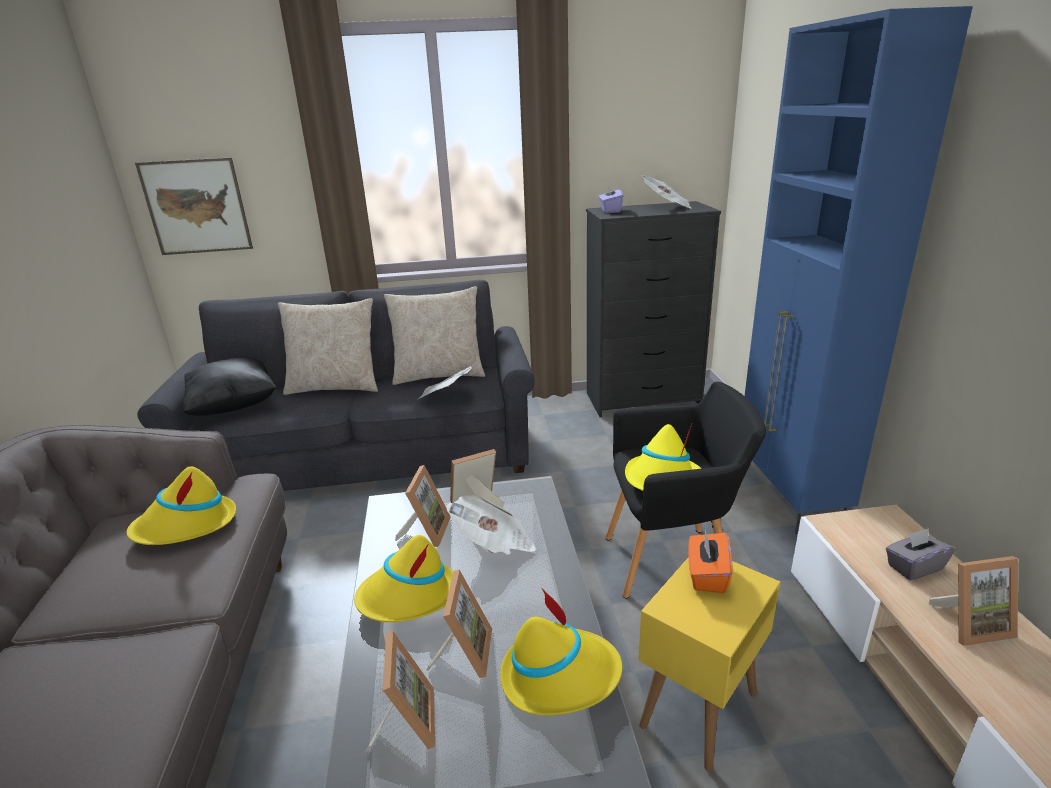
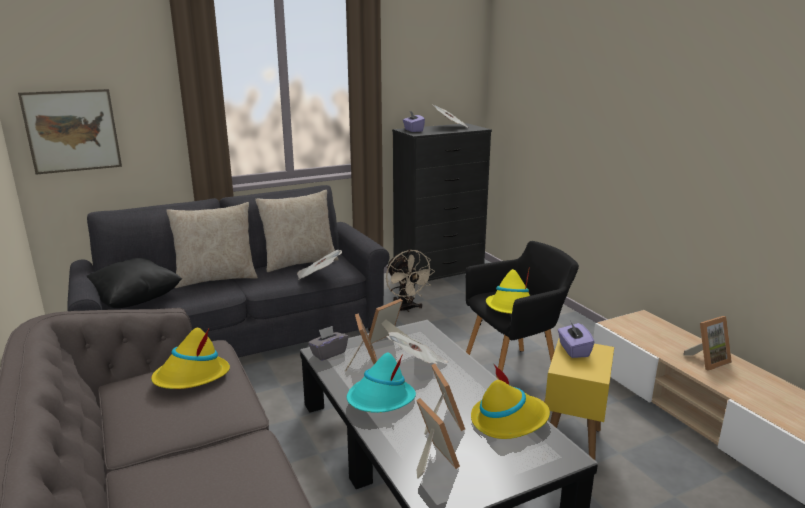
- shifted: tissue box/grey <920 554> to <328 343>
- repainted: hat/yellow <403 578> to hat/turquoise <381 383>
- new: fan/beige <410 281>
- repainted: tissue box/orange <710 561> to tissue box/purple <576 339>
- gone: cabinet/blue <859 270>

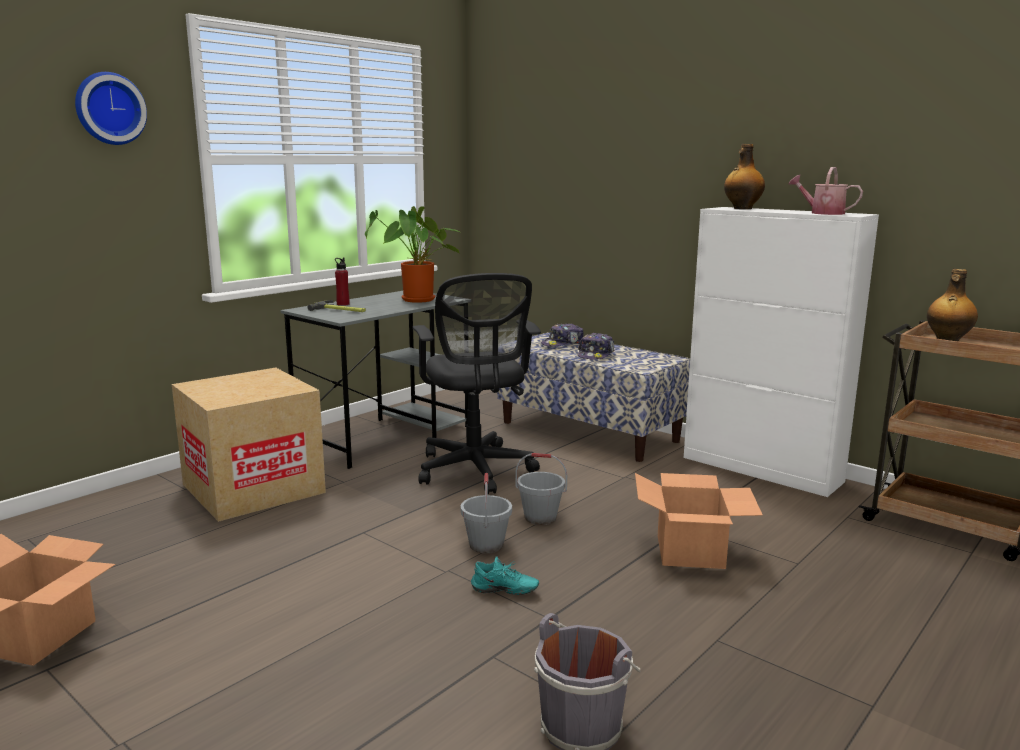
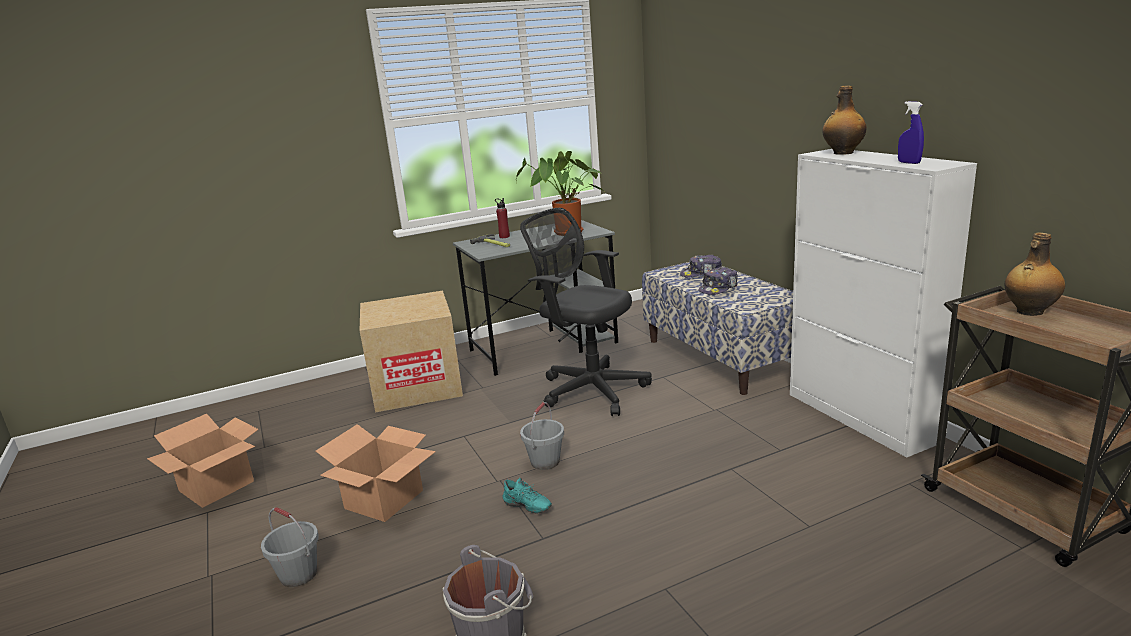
- shifted: bucket/grey <541 489> to <290 547>
- shifted: cardboard box <699 521> to <376 473>
- rotated: office chair/black <477 383> = <586 312> 120 degrees clockwise
- swapped: watering can <826 191> to spray bottle/blue <911 132>
- gone: wall clock <111 108>

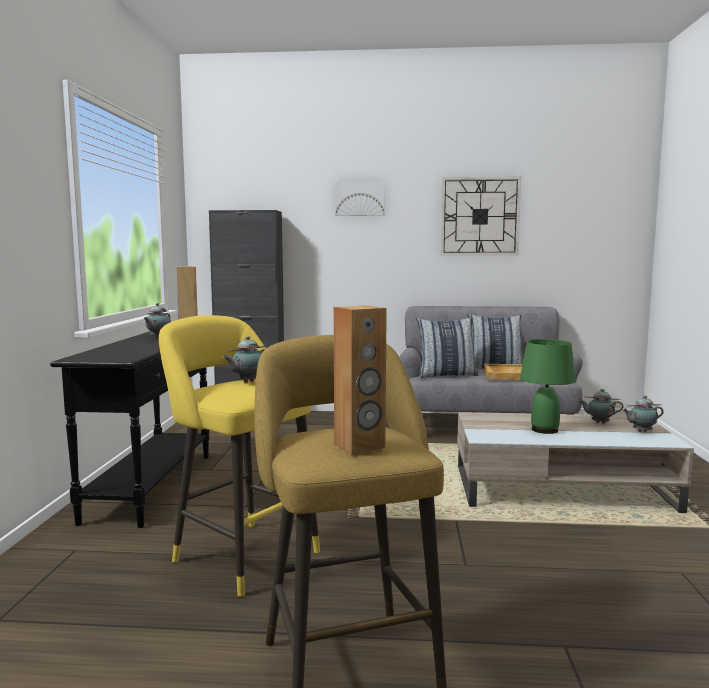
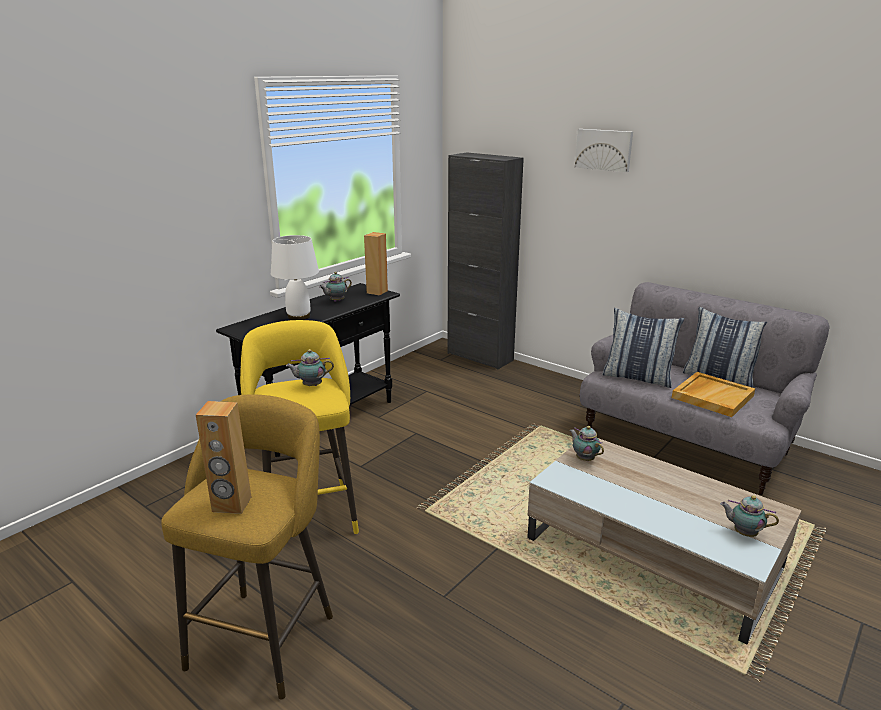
- new: table lamp/white <295 277>
- shifted: teapot <601 406> to <586 443>
- gone: wall clock <481 216>
- gone: table lamp/green <548 386>

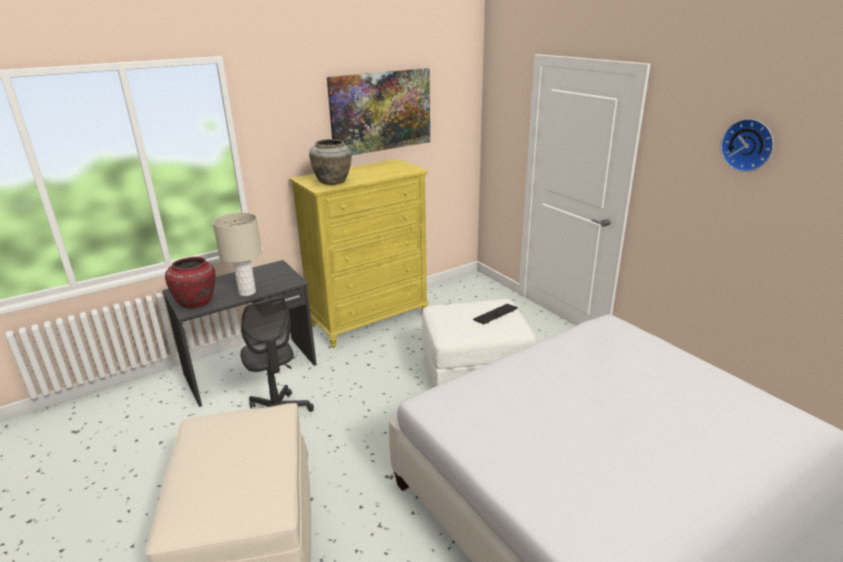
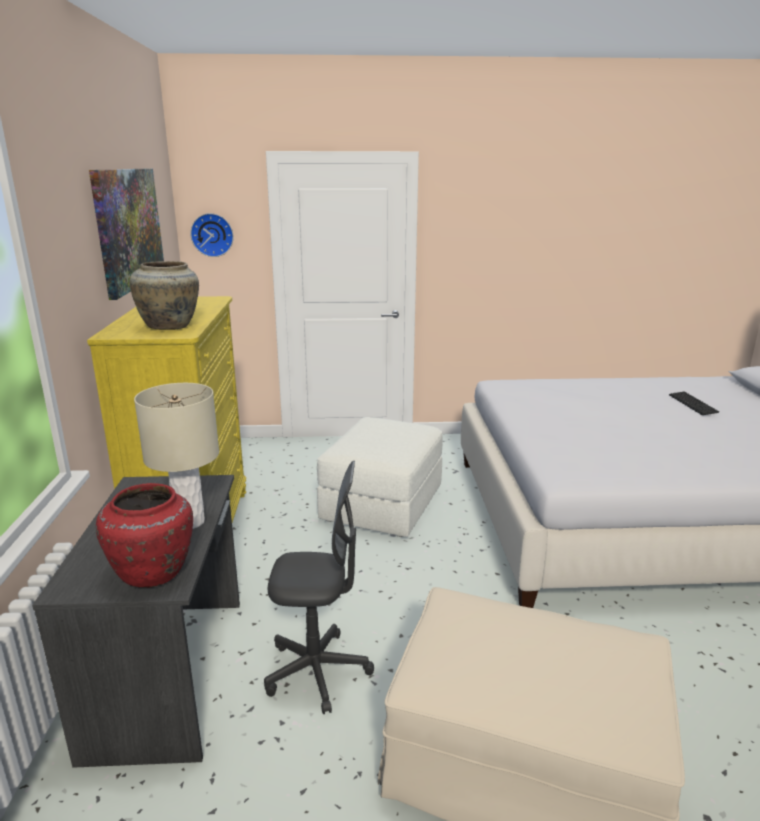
- shifted: wall clock <747 145> to <212 235>
- shifted: keyboard <495 314> to <694 403>

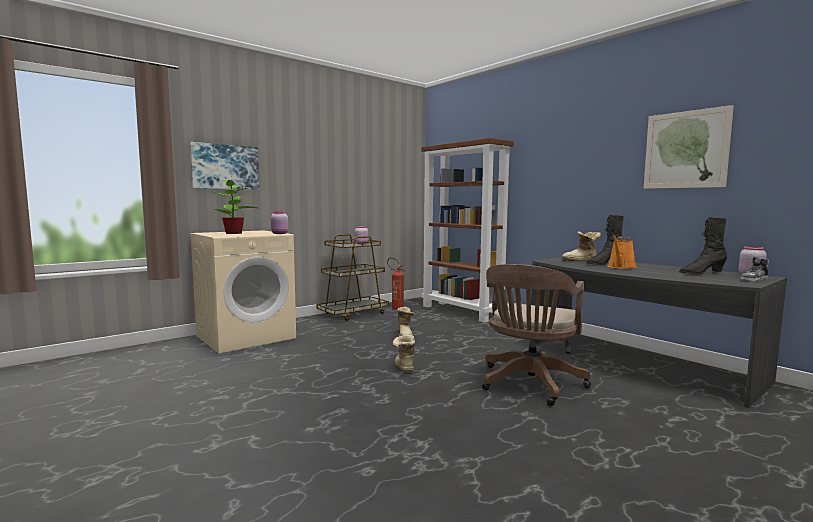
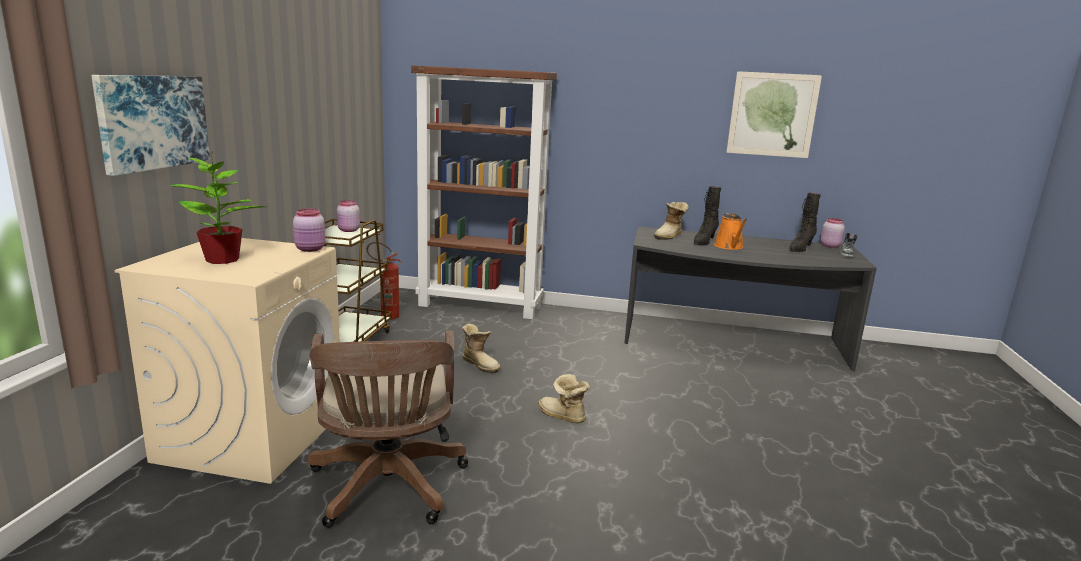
- shifted: office chair/brown <536 335> to <387 429>

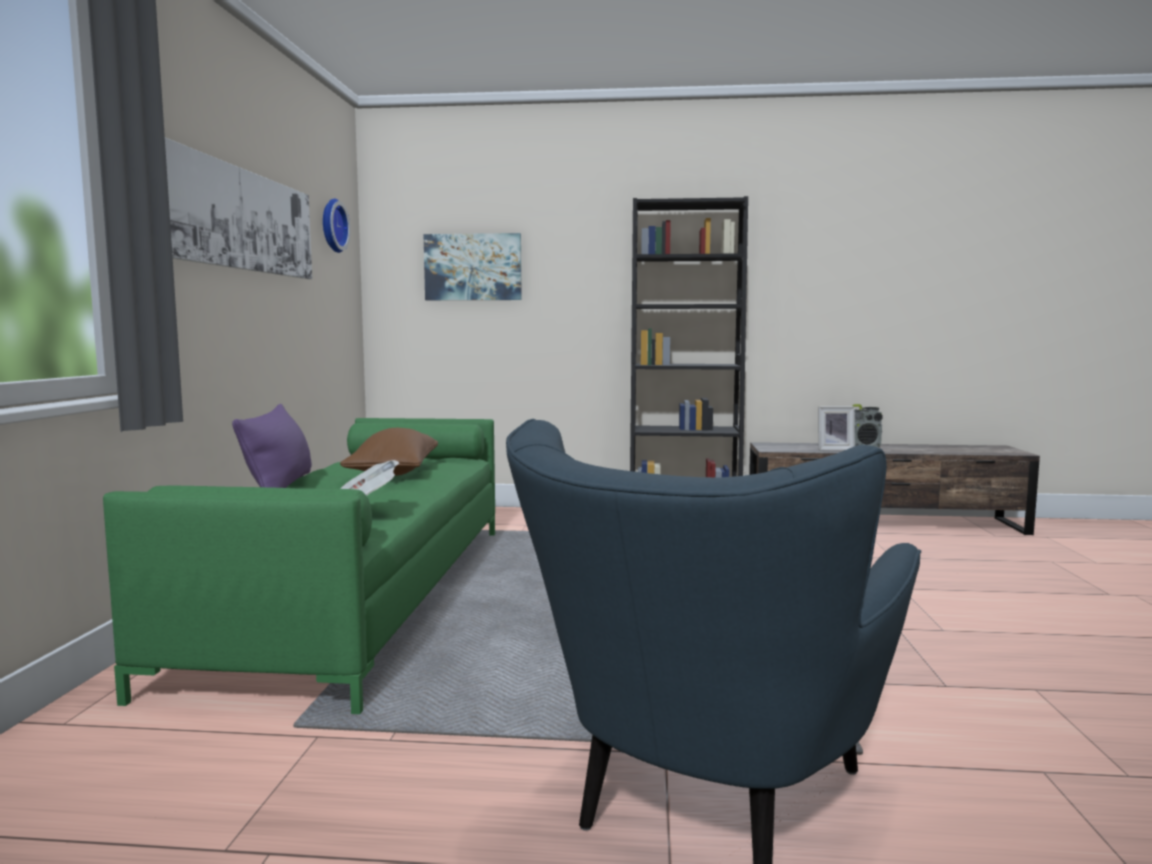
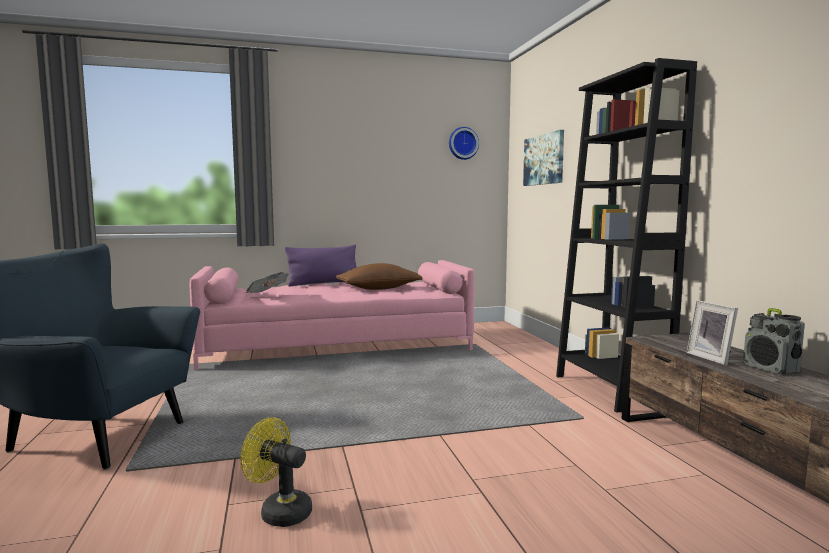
- repainted: sofa/green <299 566> to sofa/pink <332 315>
- new: fan/yellow <276 472>
- gone: picture <238 208>

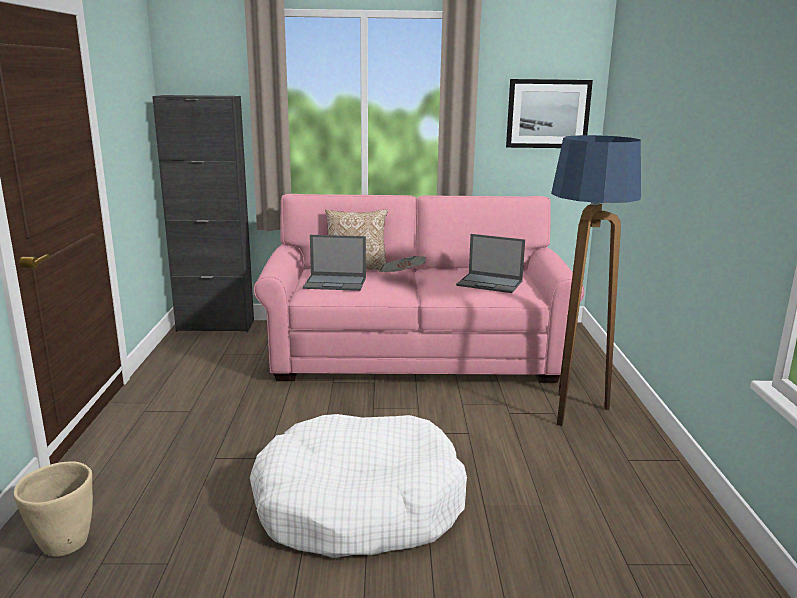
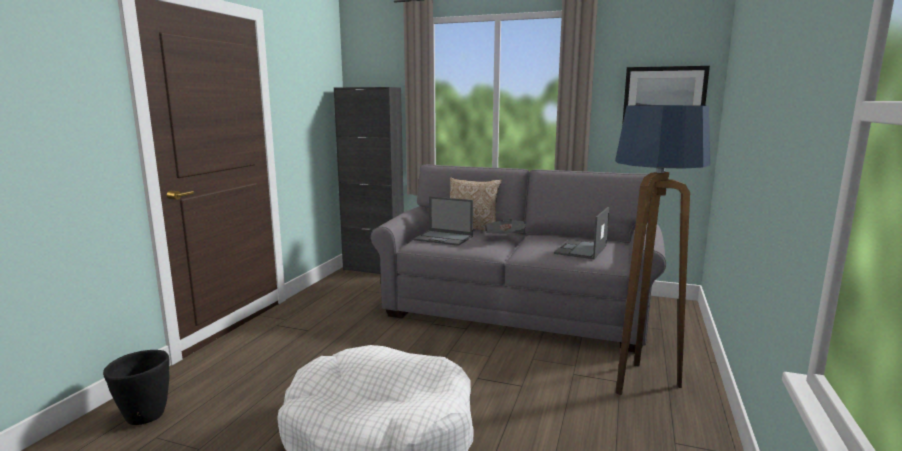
- repainted: planter/beige <53 509> to planter/black <136 387>
- repainted: sofa/pink <419 288> to sofa/grey <518 258>
- rotated: laptop <490 263> = <581 233> 75 degrees clockwise

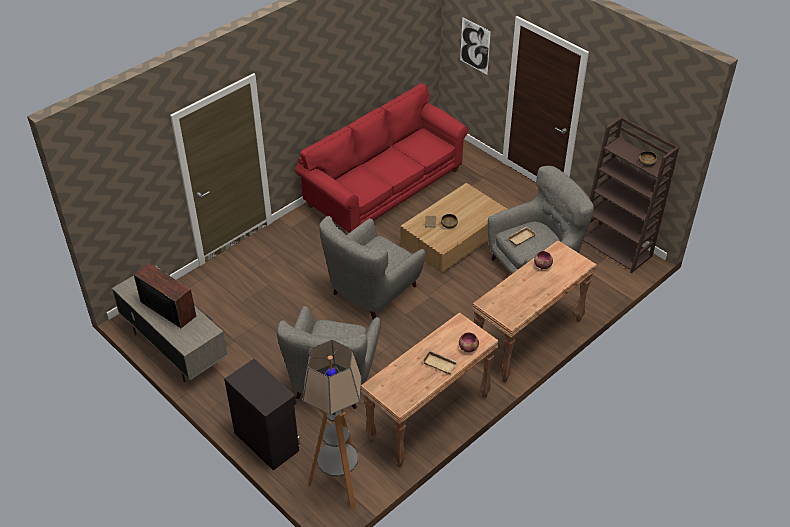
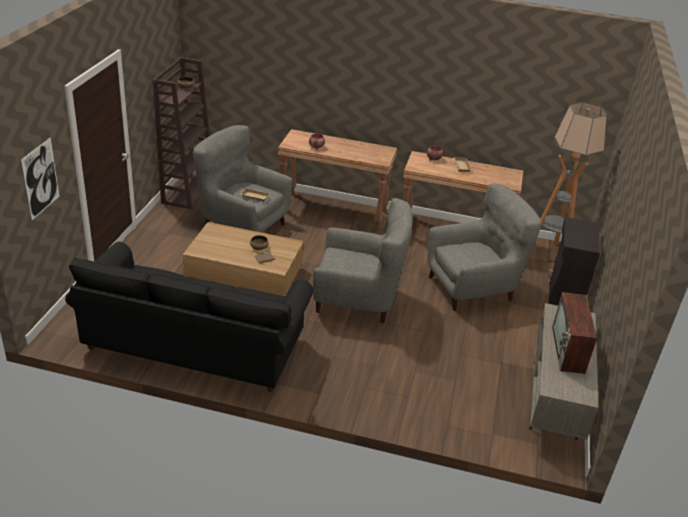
- repainted: sofa/red <381 158> to sofa/black <189 317>

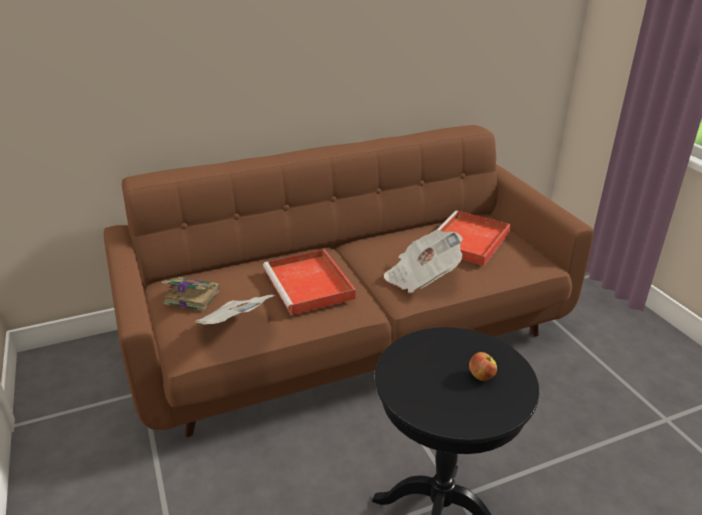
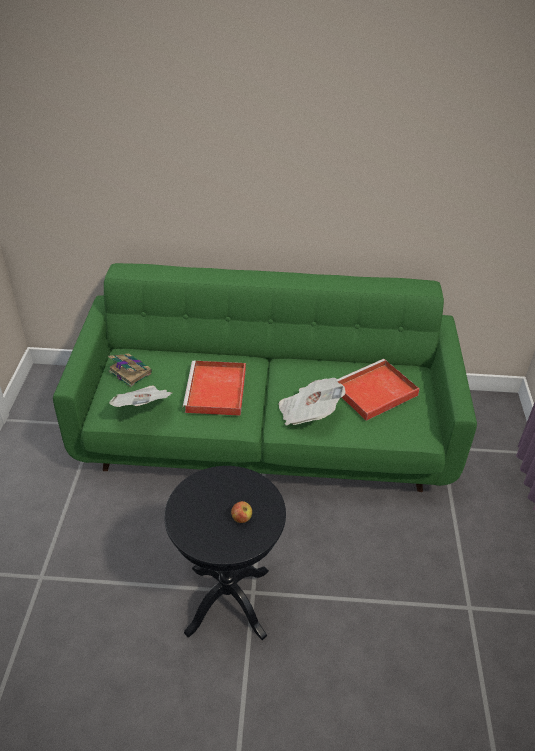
- repainted: sofa/brown <349 281> to sofa/green <265 377>

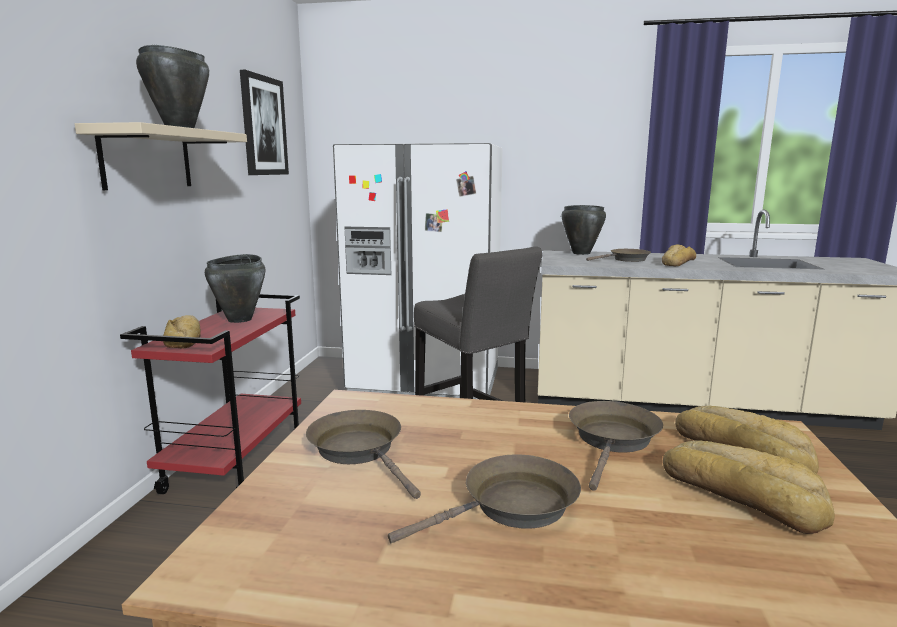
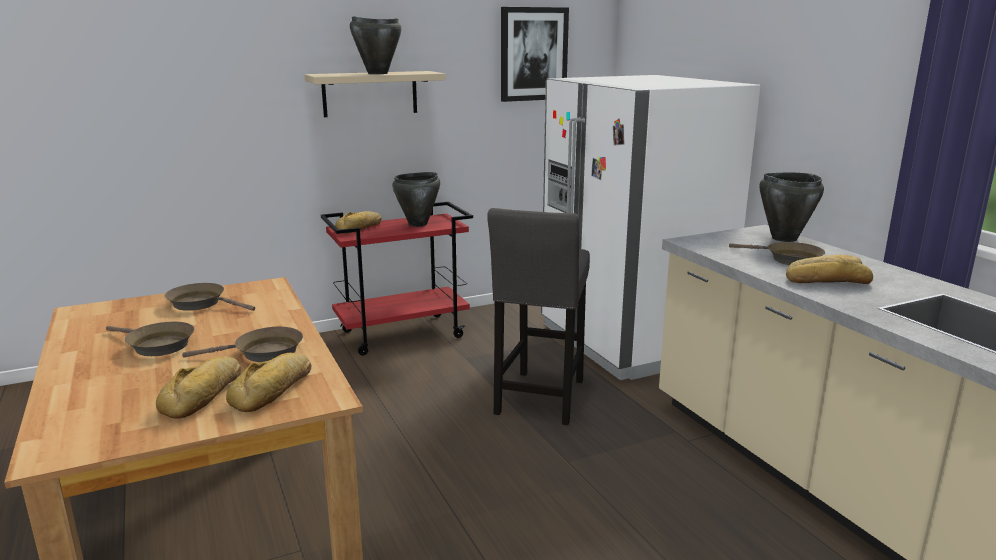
- rotated: frying pan/brown <363 454> = <210 297> 90 degrees counterclockwise

